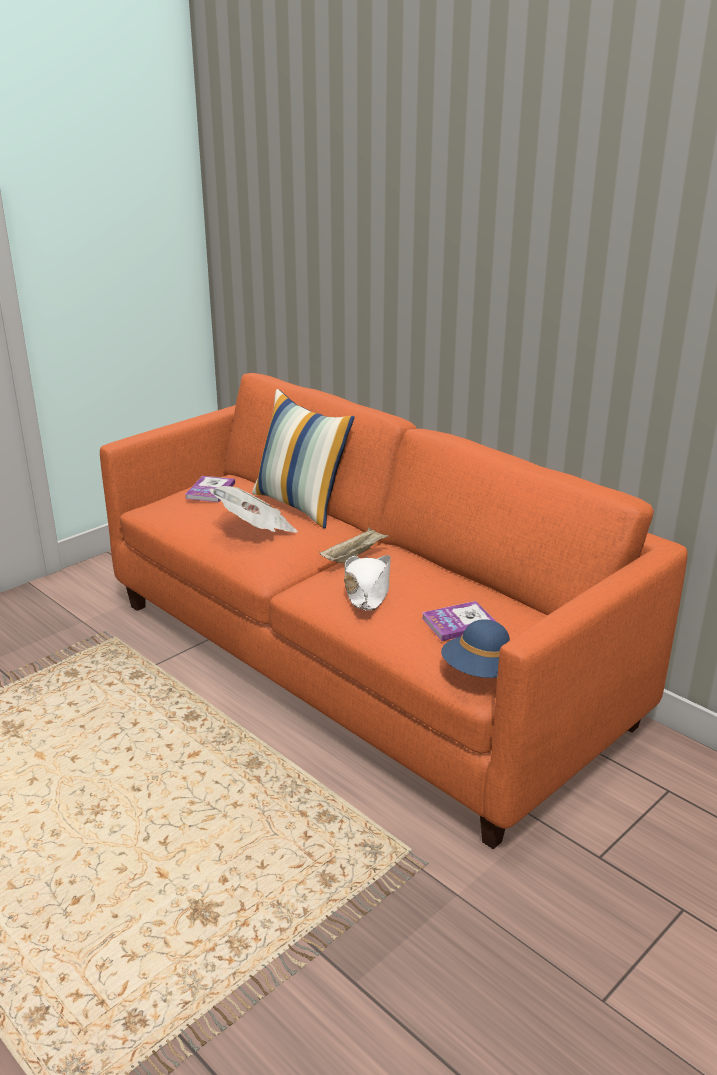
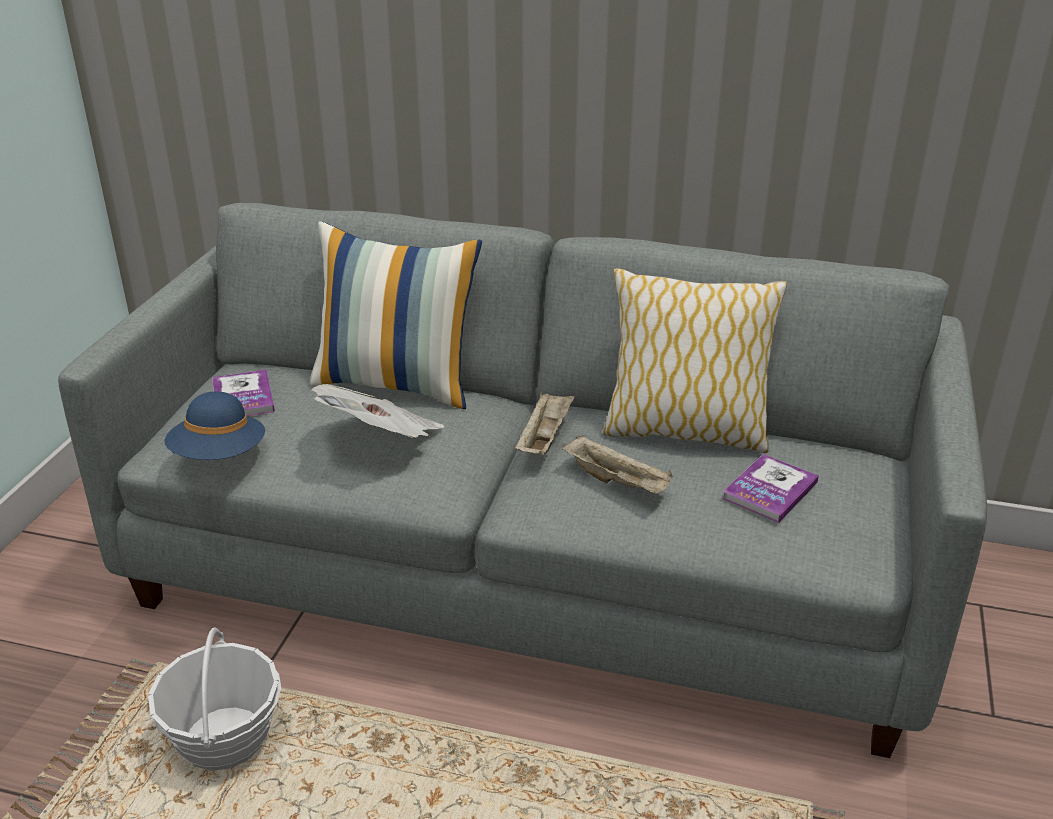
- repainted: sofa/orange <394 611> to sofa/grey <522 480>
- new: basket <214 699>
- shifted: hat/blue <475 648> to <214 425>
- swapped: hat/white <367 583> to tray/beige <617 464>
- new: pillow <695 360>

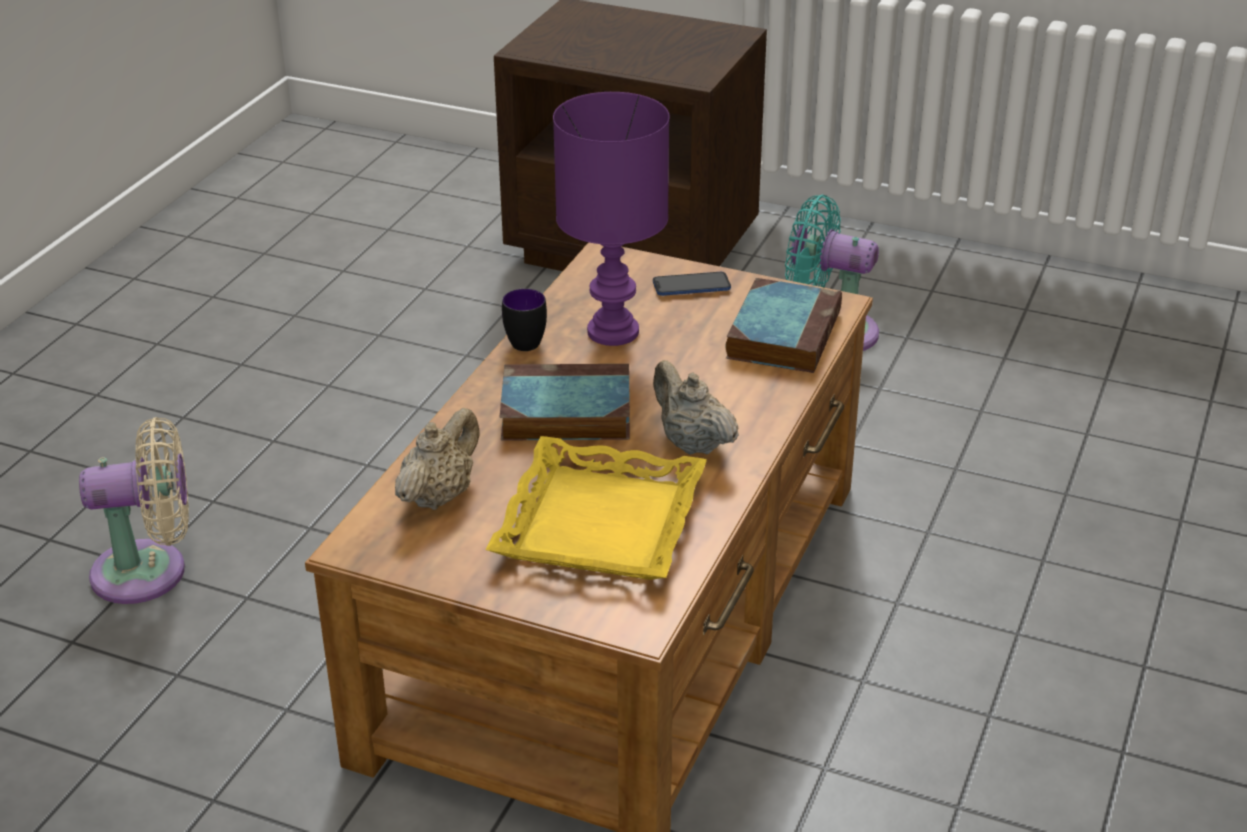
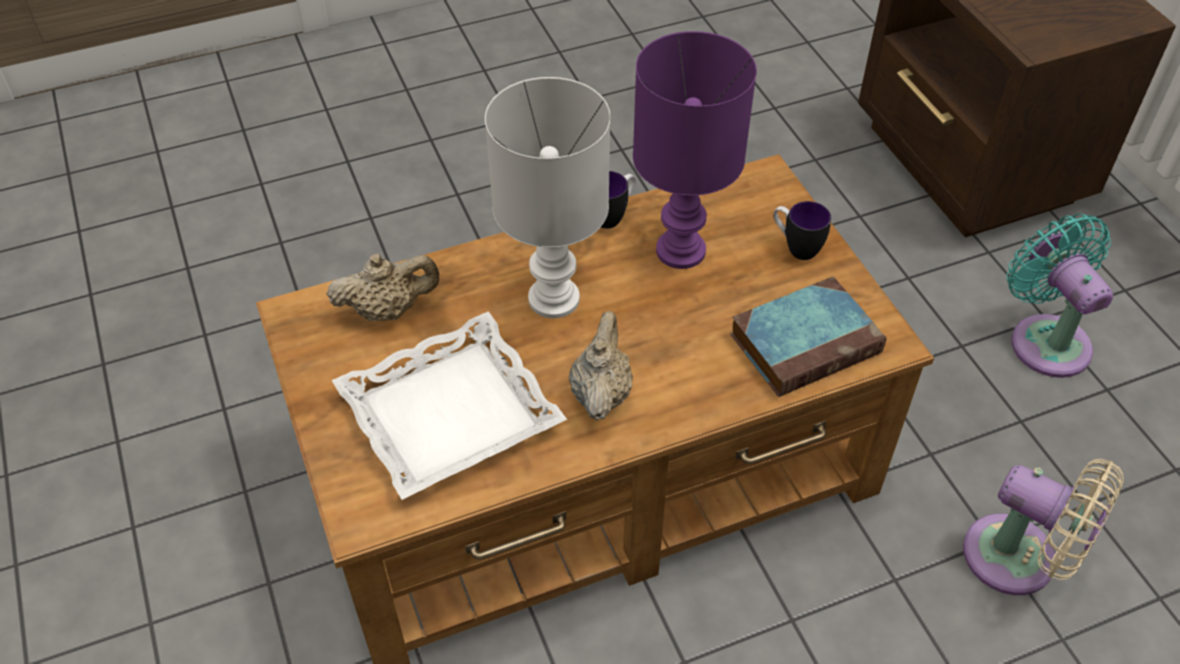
- repainted: tray/yellow <596 508> to tray/white <449 405>
- swapped: book <565 402> to table lamp/white <548 197>
- swapped: phone <692 284> to mug <802 230>
- shifted: fan/beige <134 510> to <1043 527>

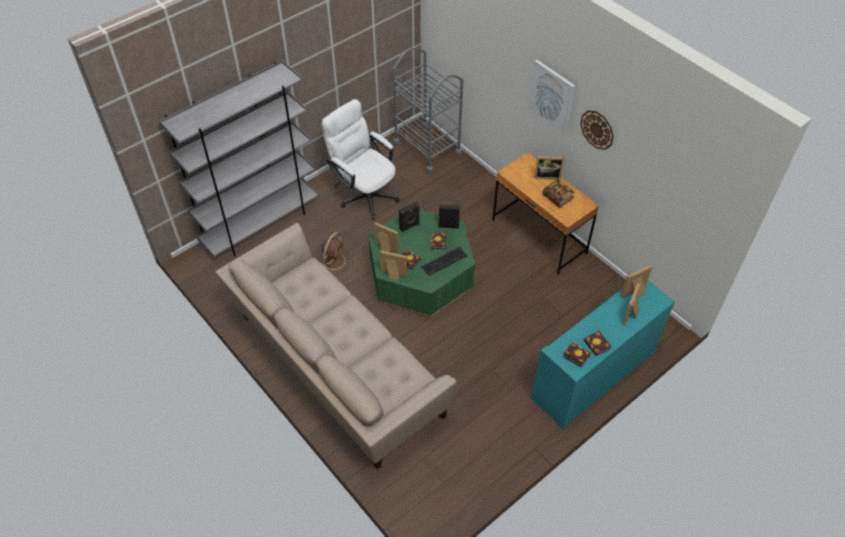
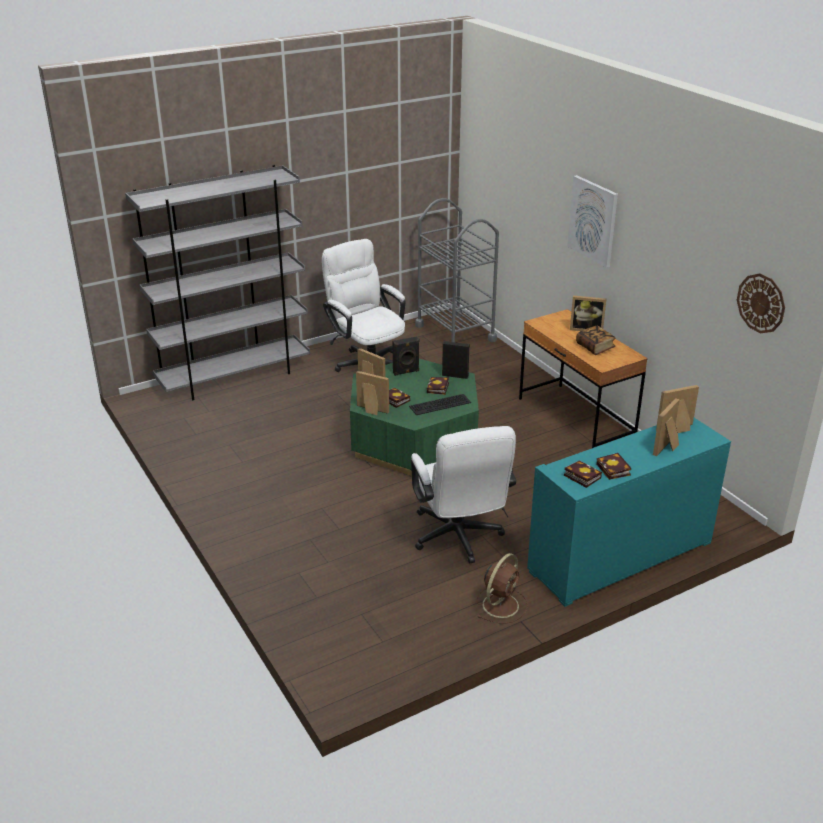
- new: office chair/white <463 494>
- shifted: fan/brown <335 253> to <502 588>
- shifted: wall clock <597 130> to <761 303>
- gone: sofa/beige <336 346>

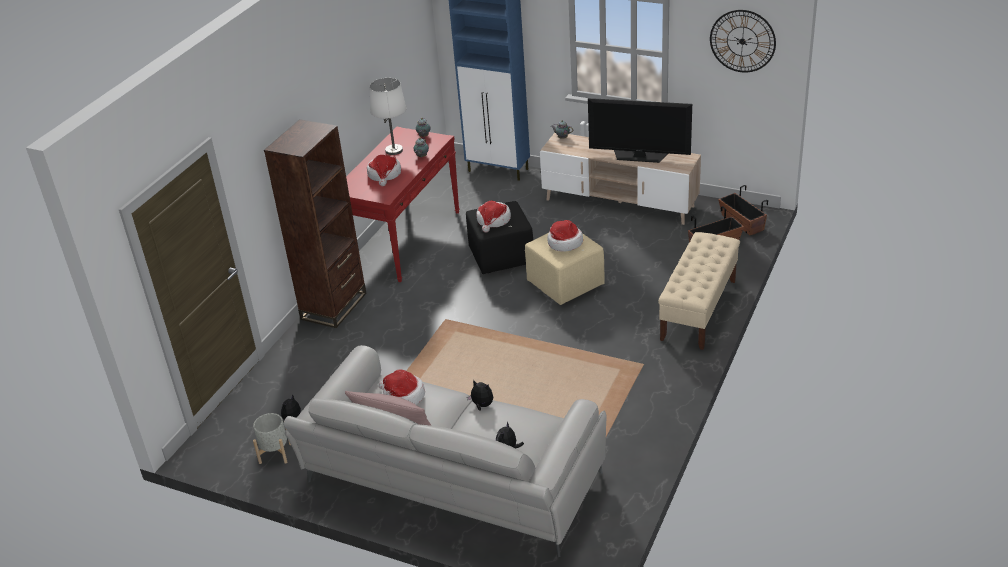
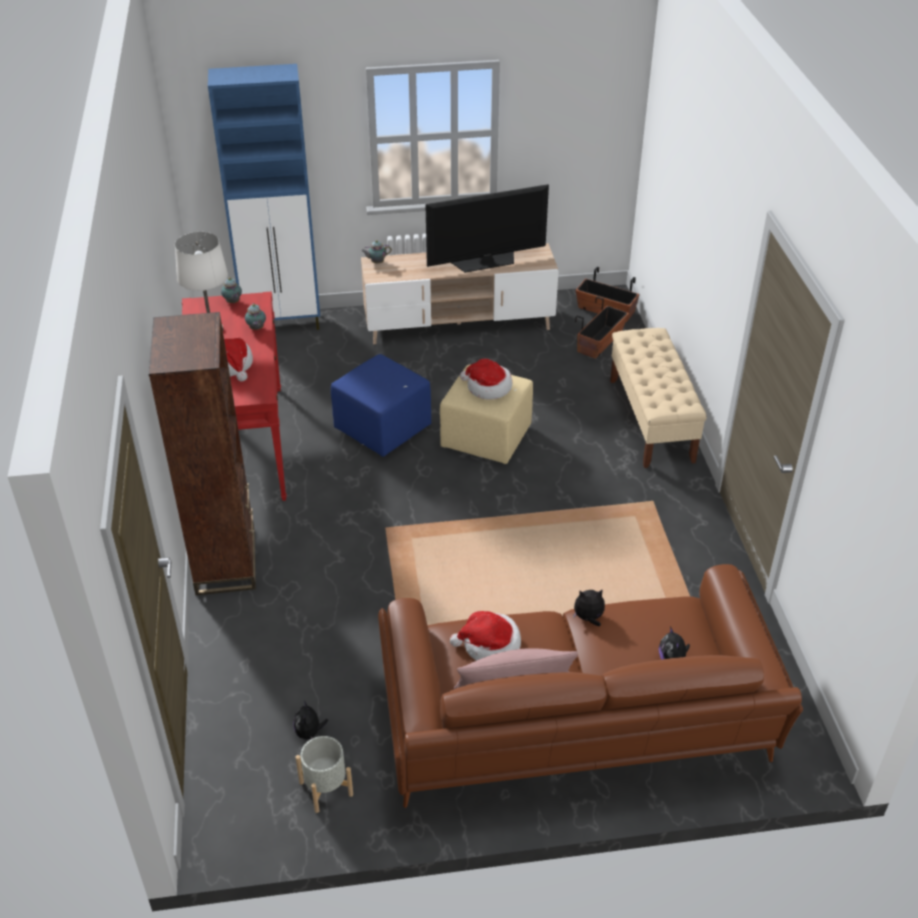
- repainted: ottoman/black <499 237> to ottoman/blue <381 405>
- repainted: sofa/grey <445 451> to sofa/brown <590 686>
- gone: hat <493 217>
- gone: wall clock <743 41>

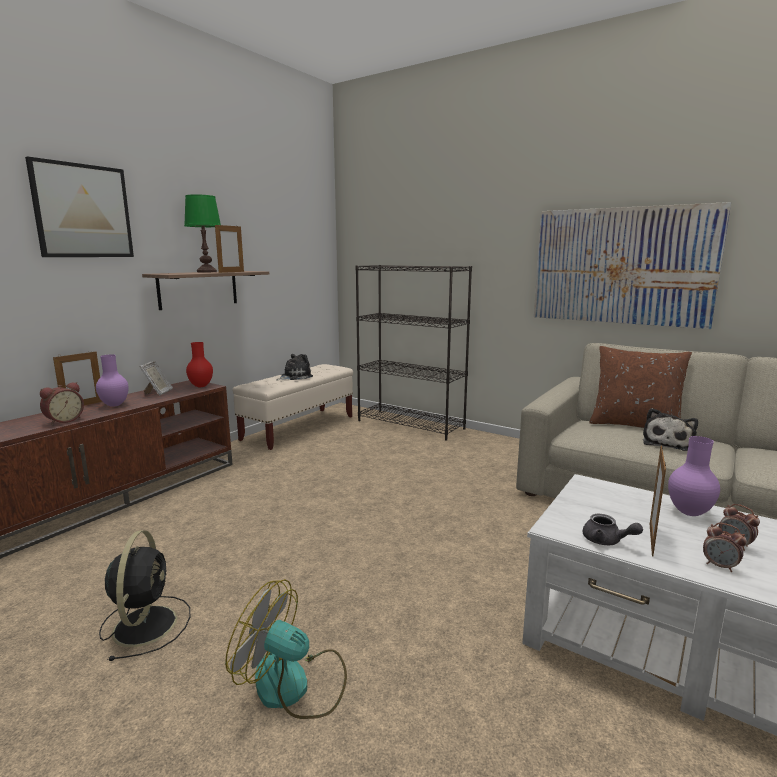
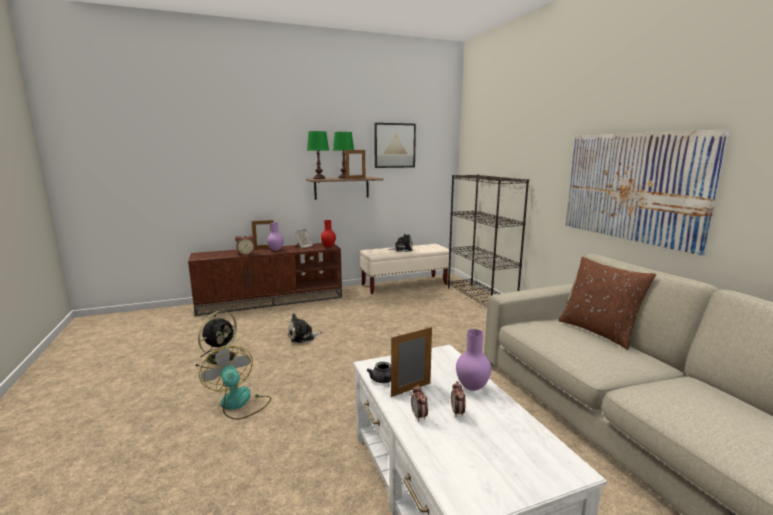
- shifted: plush toy <670 429> to <305 328>
- new: table lamp/green <318 155>
- shifted: picture <79 206> to <395 145>

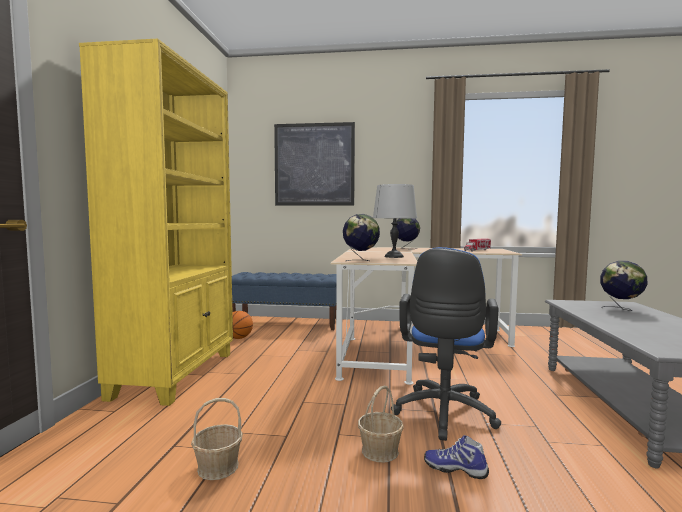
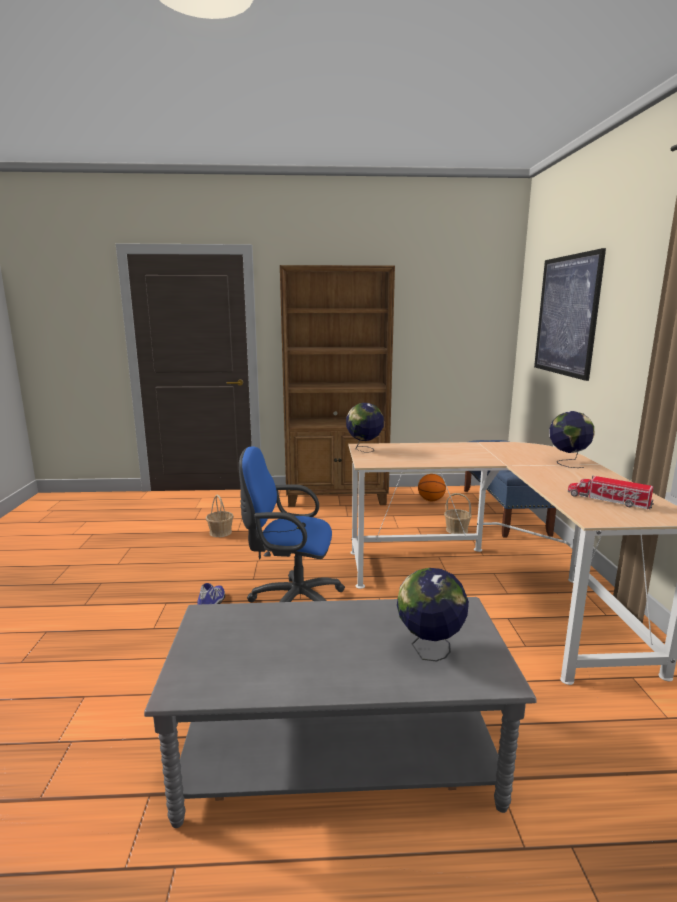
- repainted: bookcase/yellow <156 222> to bookcase/brown <337 386>
- shifted: basket <381 424> to <458 513>
- gone: table lamp/grey <395 221>

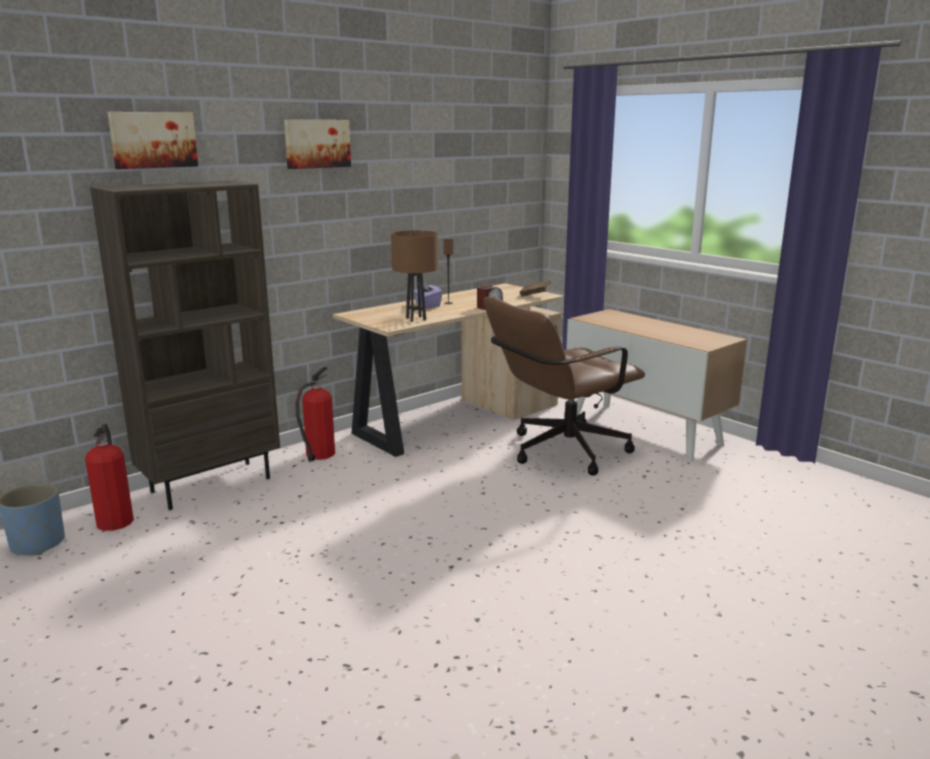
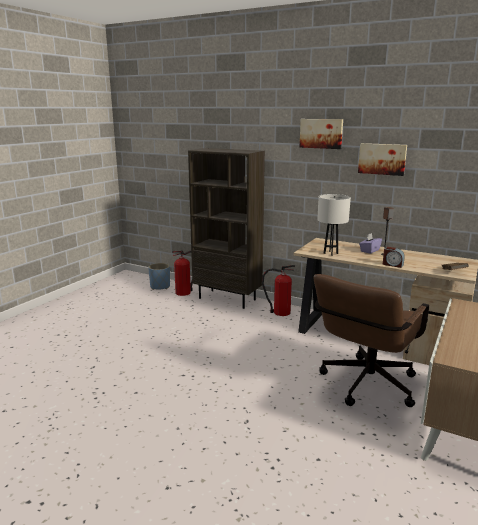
- rotated: office chair/brown <564 386> = <371 340> 90 degrees counterclockwise
- repainted: table lamp/brown <414 276> to table lamp/white <334 225>
- shifted: picture <153 140> to <382 159>

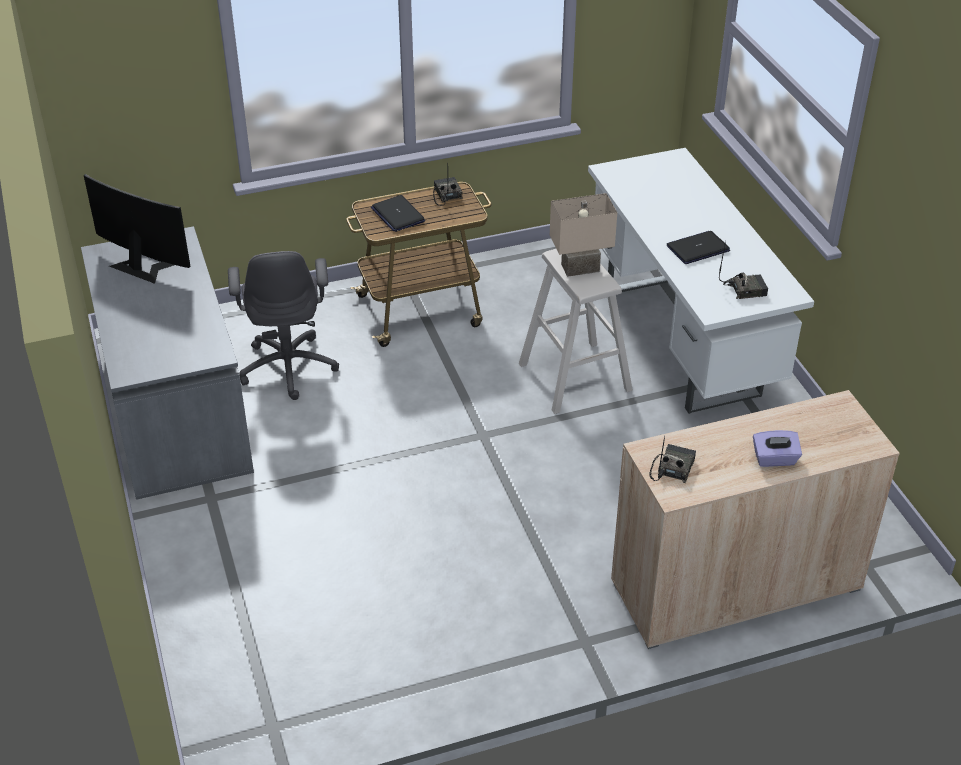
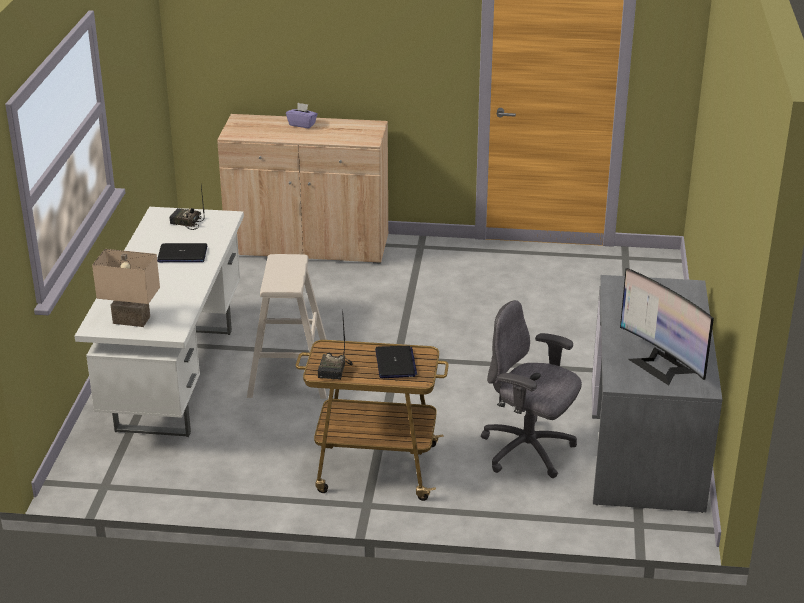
- shifted: table lamp/beige <583 235> to <126 288>
- rotated: office chair/grey <283 325> = <531 389> 75 degrees counterclockwise
- gone: radio <673 459>

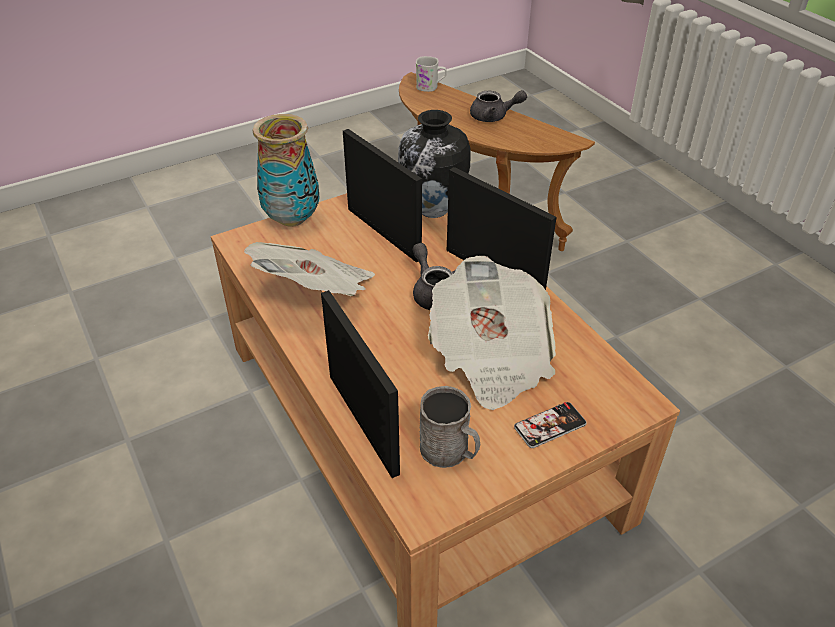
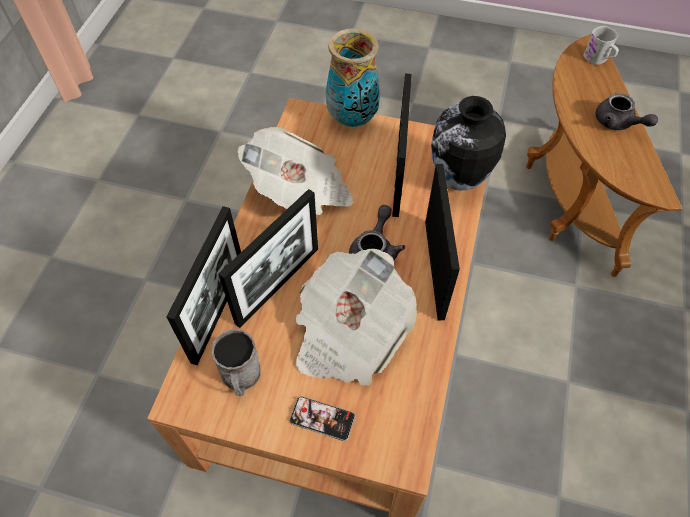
- new: picture frame <268 258>

